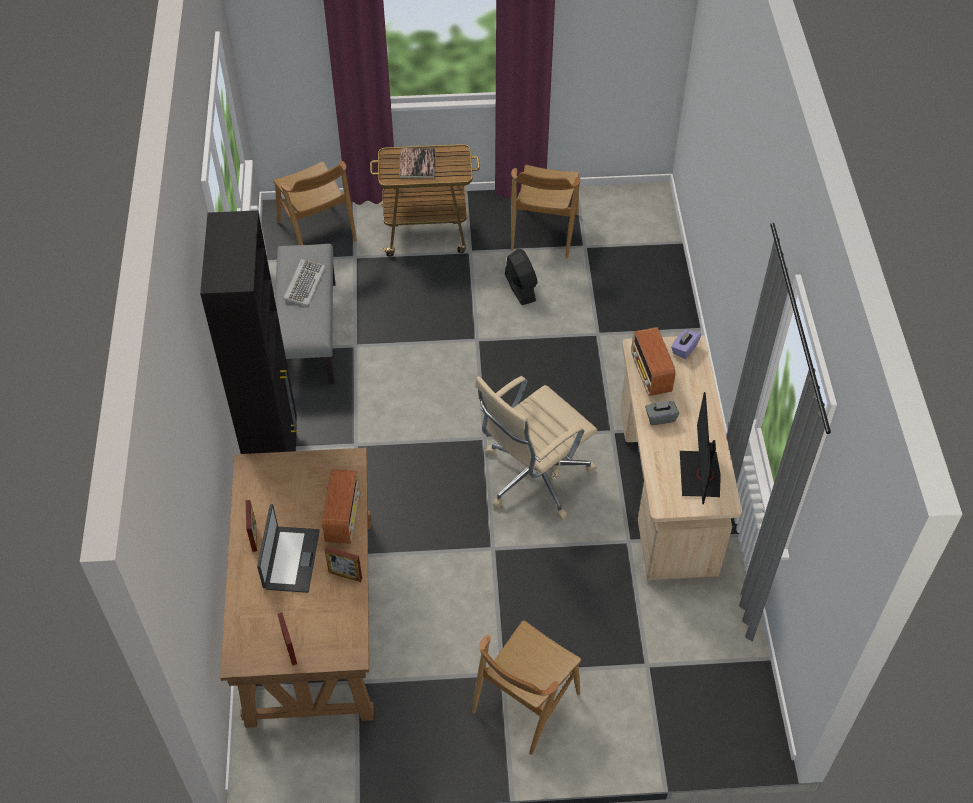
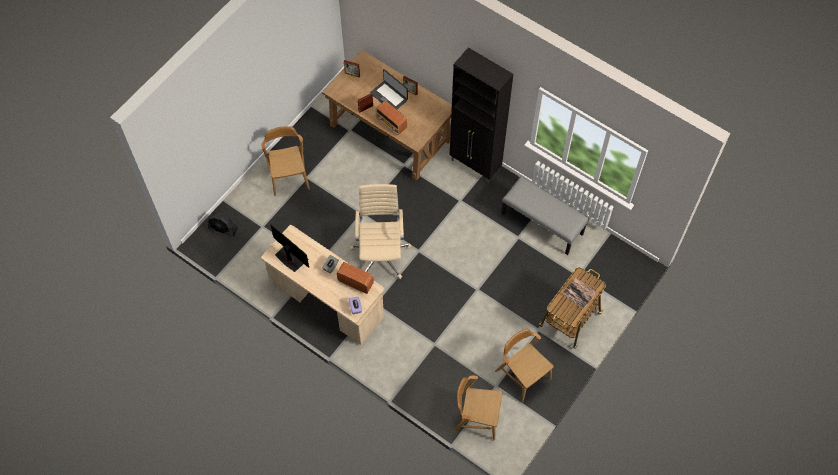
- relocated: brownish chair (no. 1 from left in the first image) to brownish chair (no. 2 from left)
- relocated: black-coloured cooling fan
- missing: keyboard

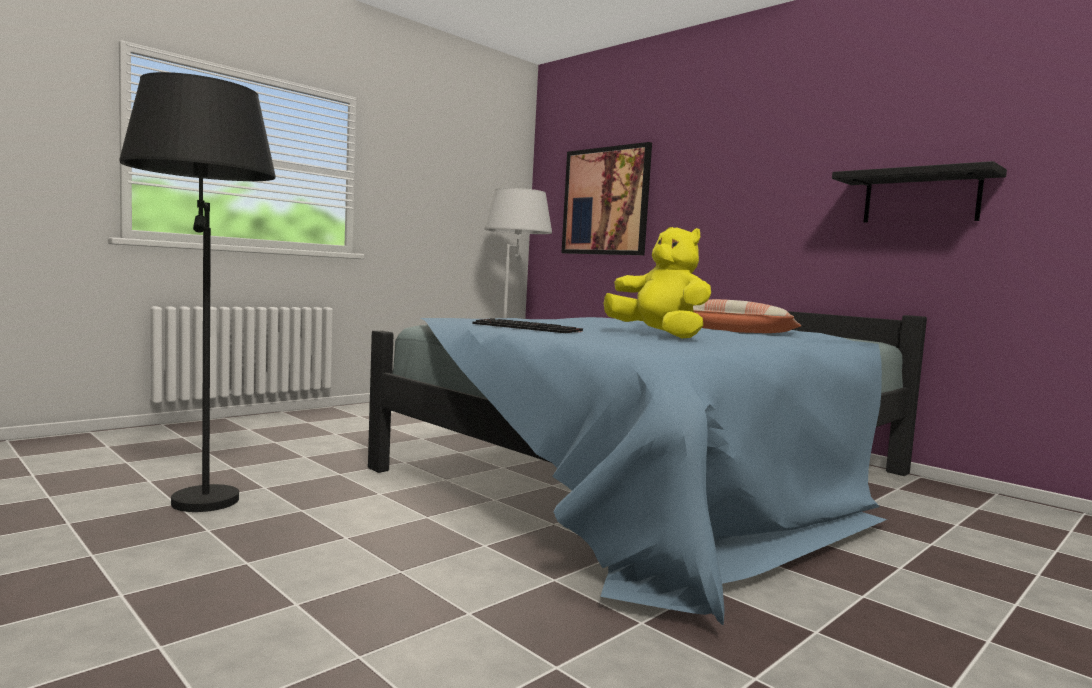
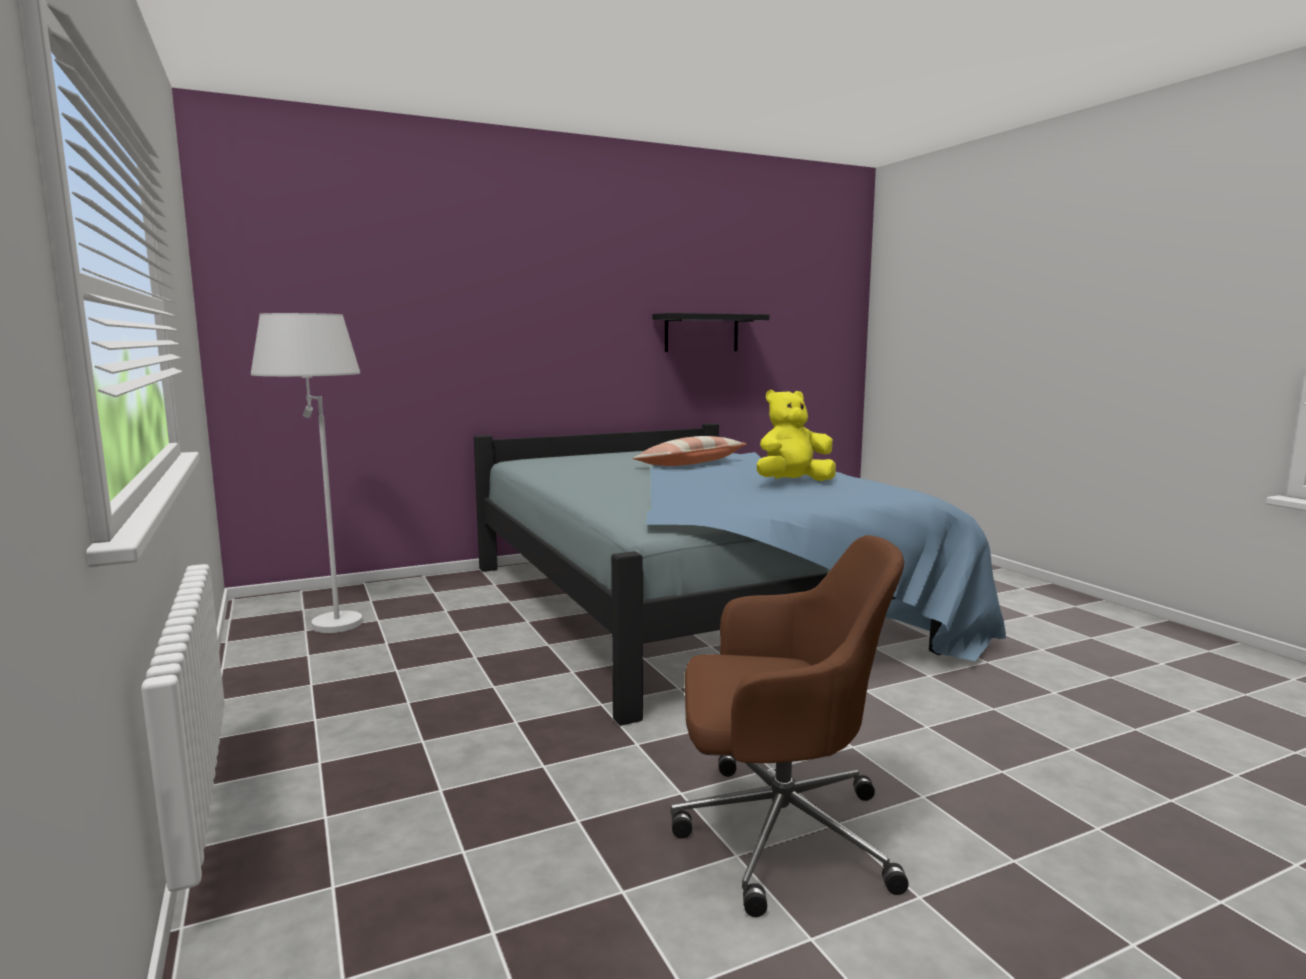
- exchanged: black-coloured standing lamp to brownish office chair
- missing: picture
- missing: keyboard

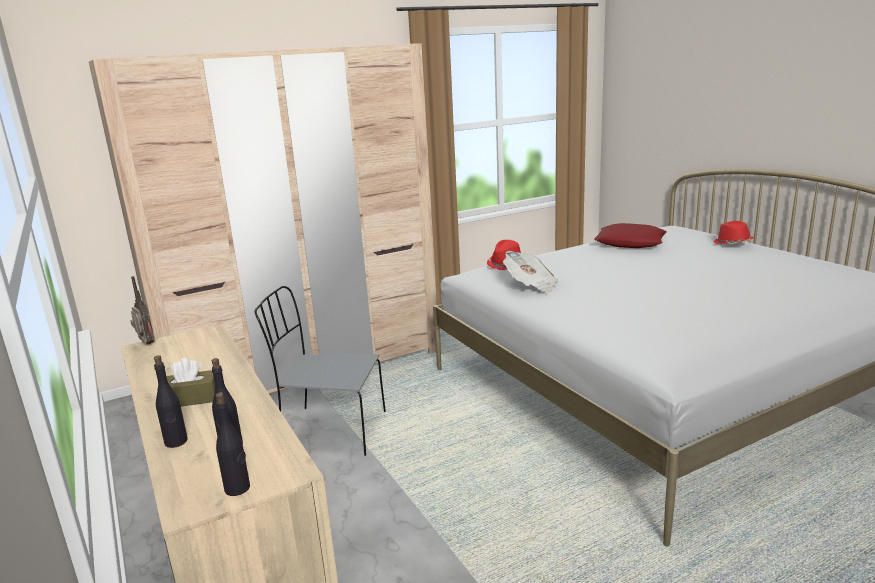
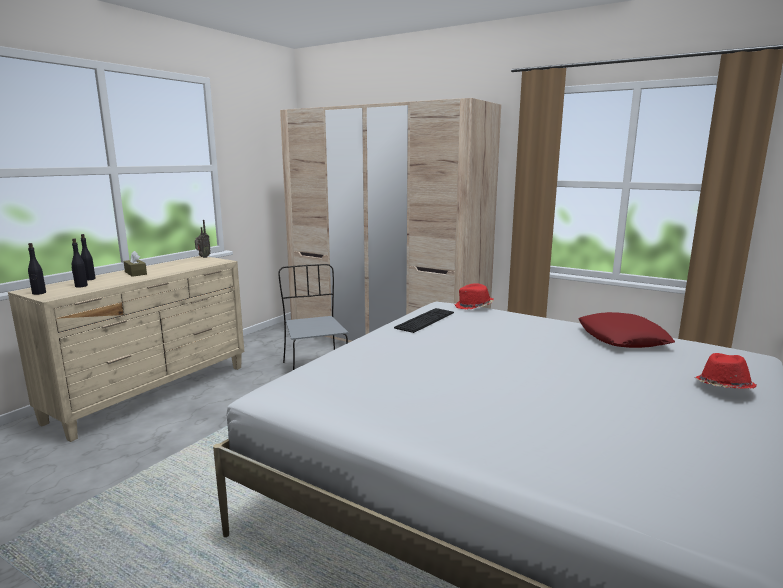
- exchanged: newspaper to keyboard

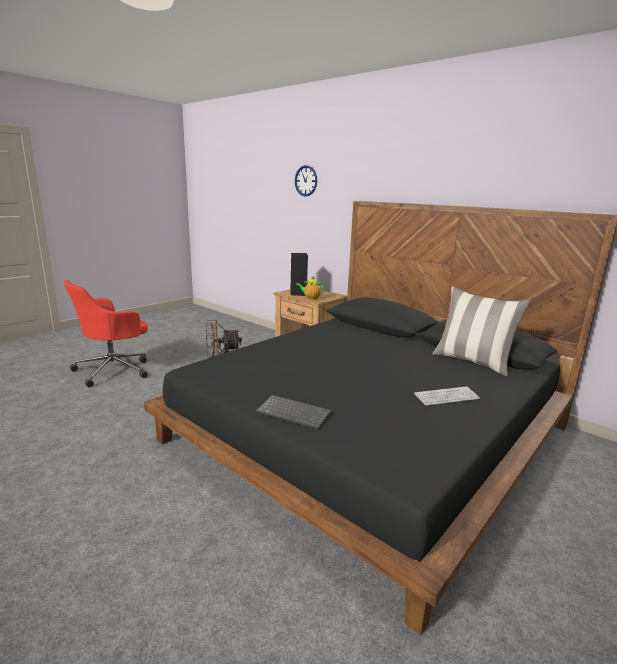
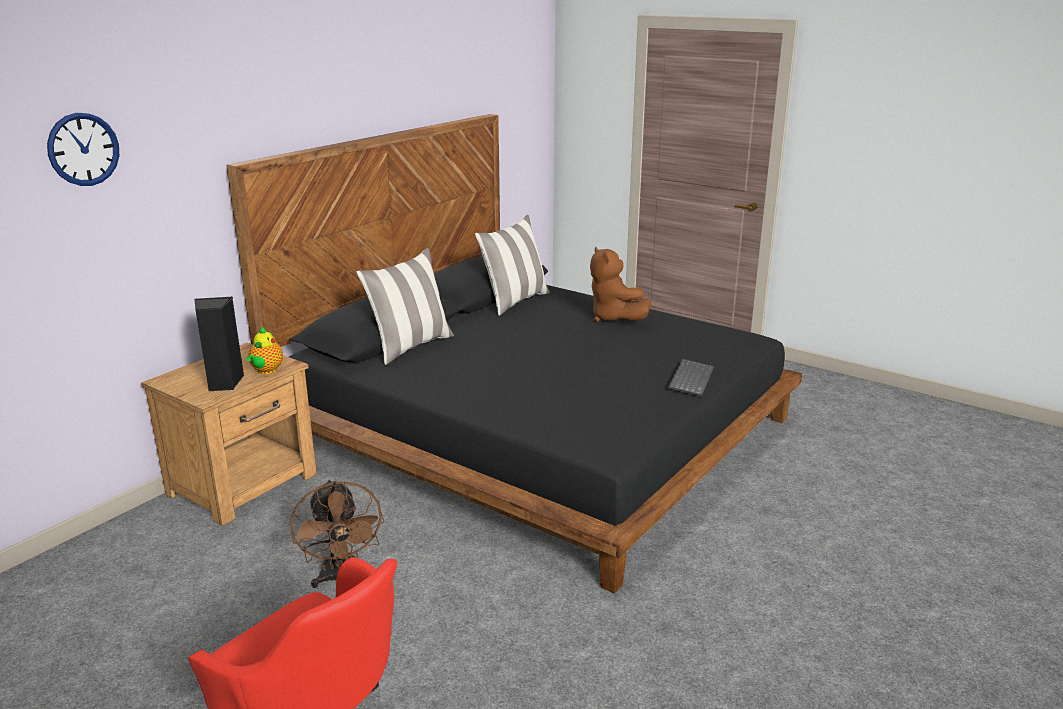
- exchanged: keyboard (no. 2 from left) to brownish soft toy
- appeared: cushion (no. 1 from left)

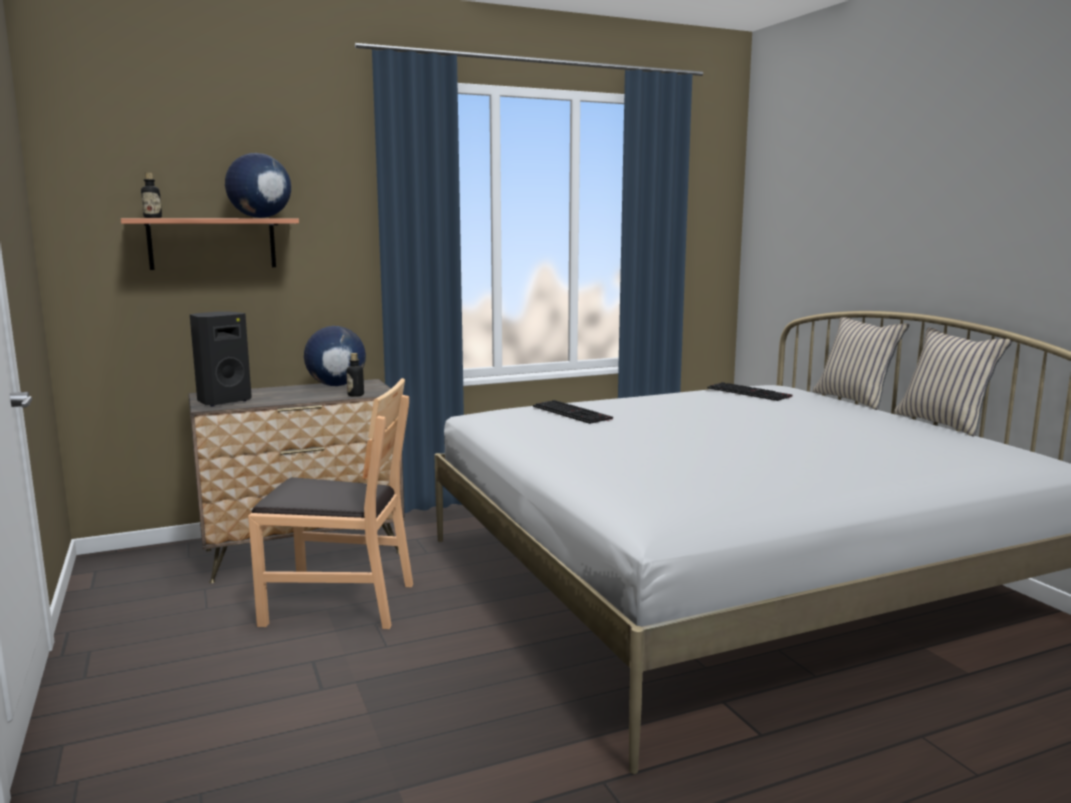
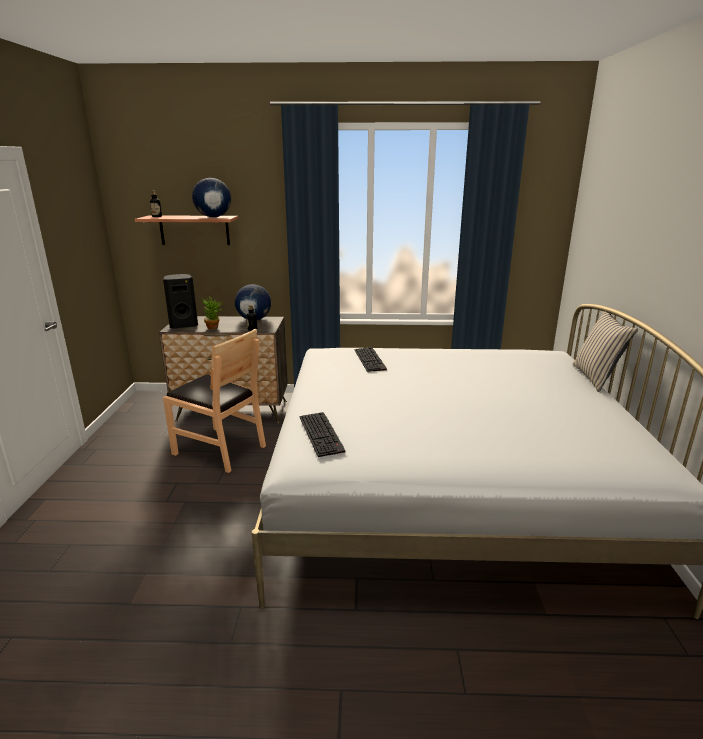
- missing: beige-coloured cushion (no. 2 from left)
- relocated: keyboard (no. 2 from left in the first image) to keyboard (no. 1 from left)
- appeared: plant in a pot

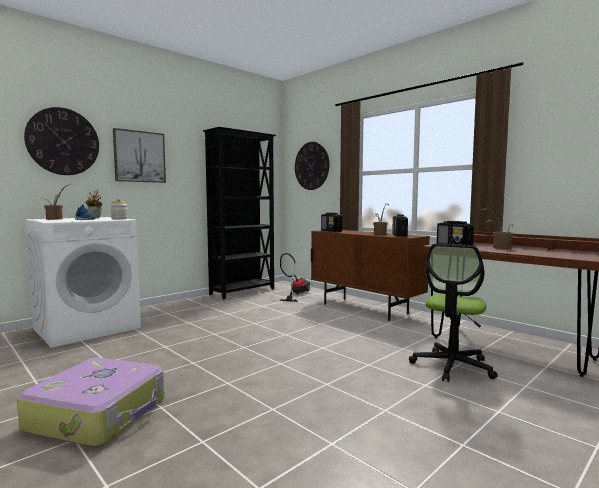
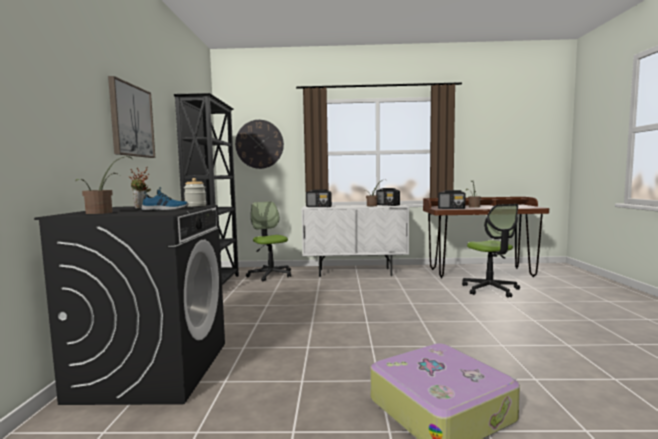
- missing: hanging clock (no. 1 from left)
- colour: whitish laundry appliance to black-coloured laundry appliance
- colour: brownish cabinet to whitish cabinet
- exchanged: hoover to office chair (no. 1 from left)

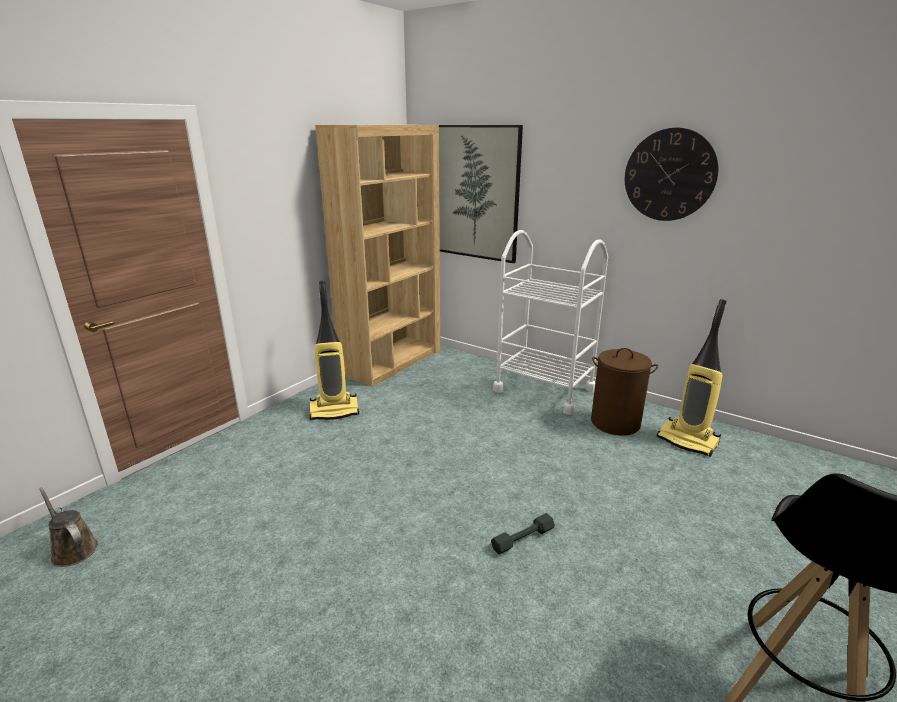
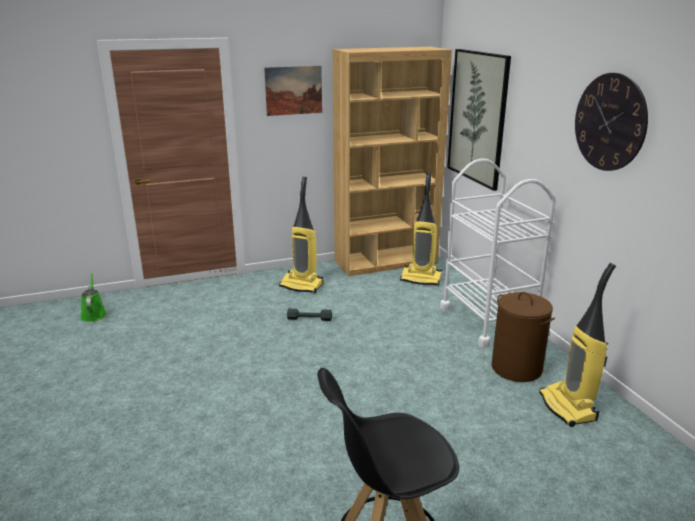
- colour: brownish watering can to green watering can
- relocated: grey free weight
- appeared: picture (no. 1 from left)
- appeared: hoover (no. 2 from left)

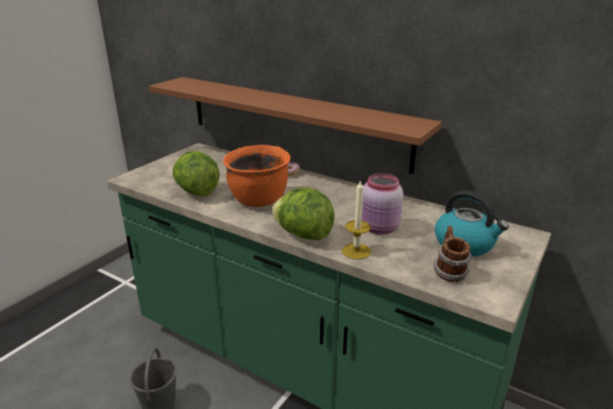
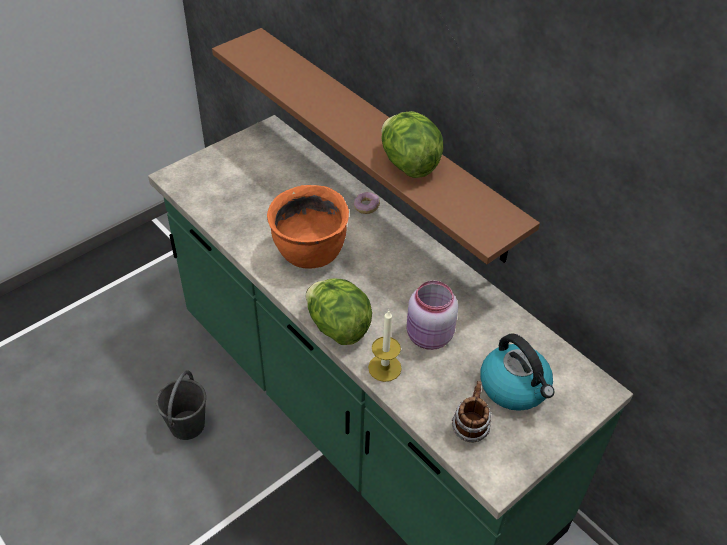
- relocated: head of lettuce (no. 1 from left in the first image) to head of lettuce (no. 2 from left)

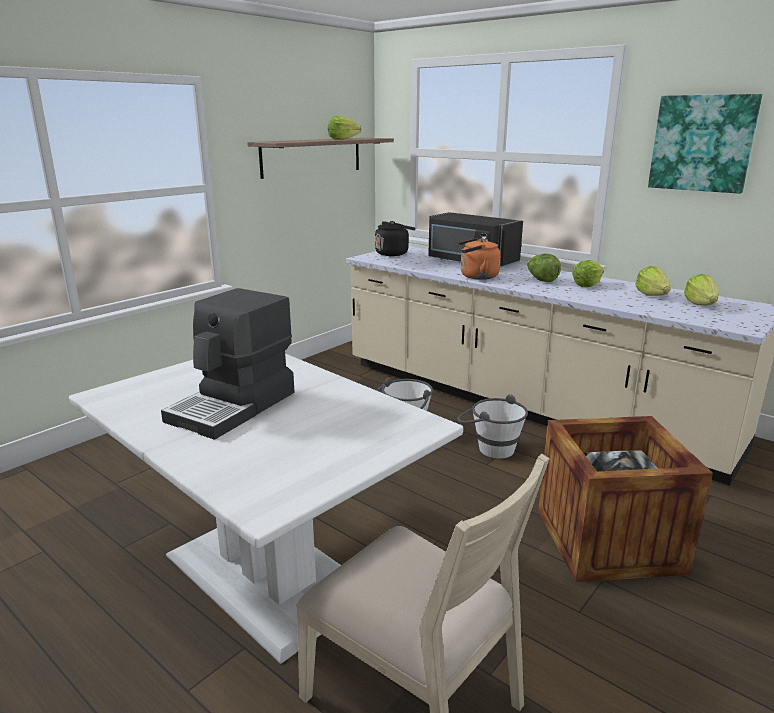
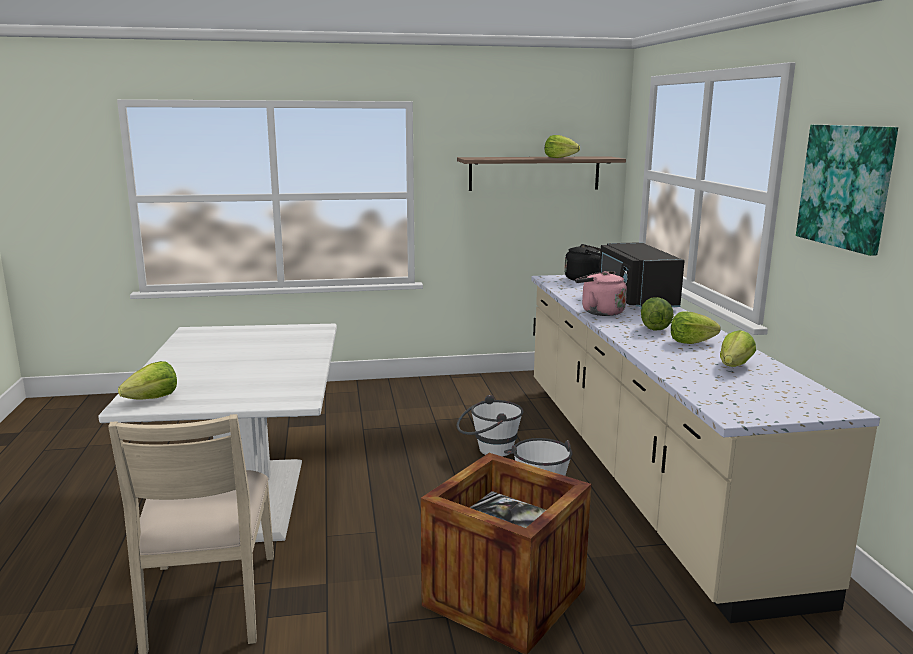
- colour: orange-coloured tea kettle to pink tea kettle
- relocated: head of lettuce (no. 5 from left in the first image) to head of lettuce (no. 1 from left)
- missing: coffee machine

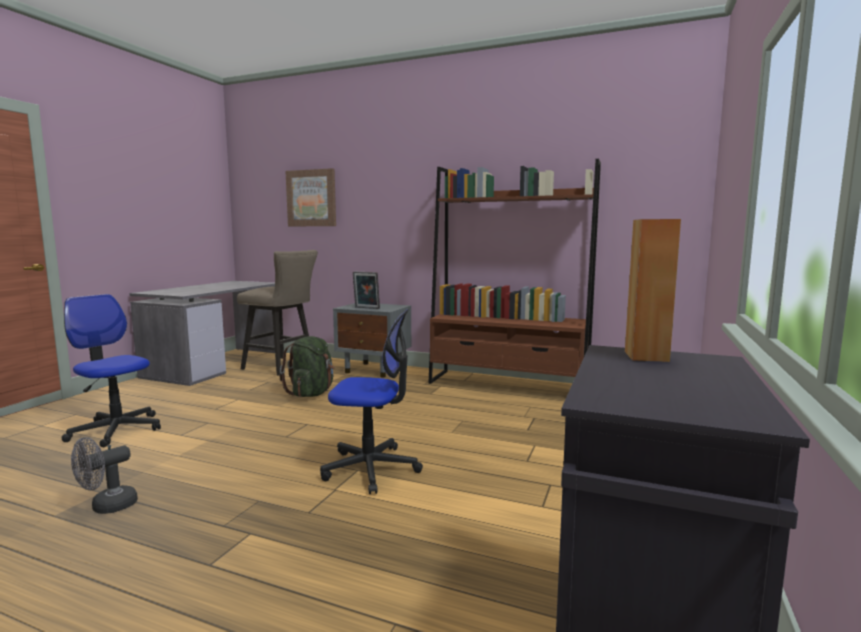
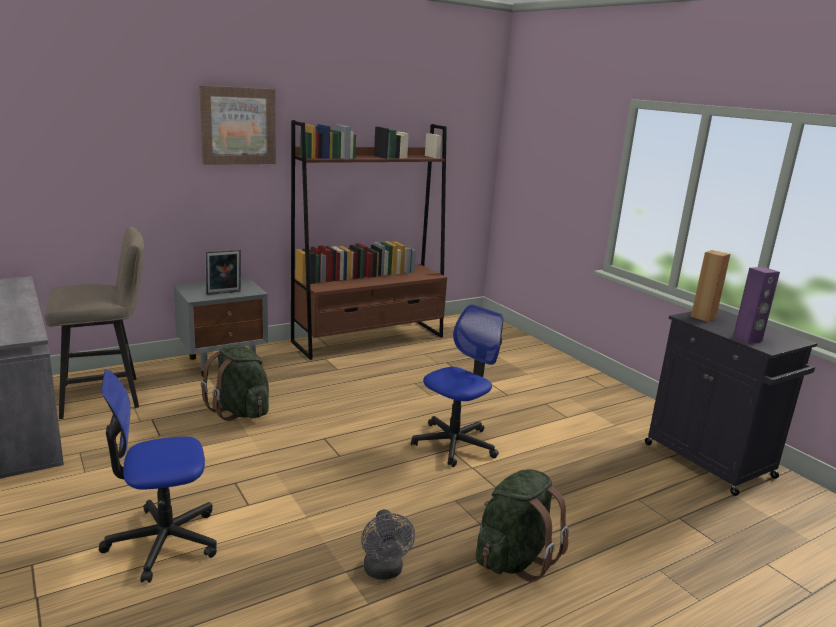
- relocated: picture
- appeared: purplish speaker
- appeared: green rucksack (no. 2 from left)

